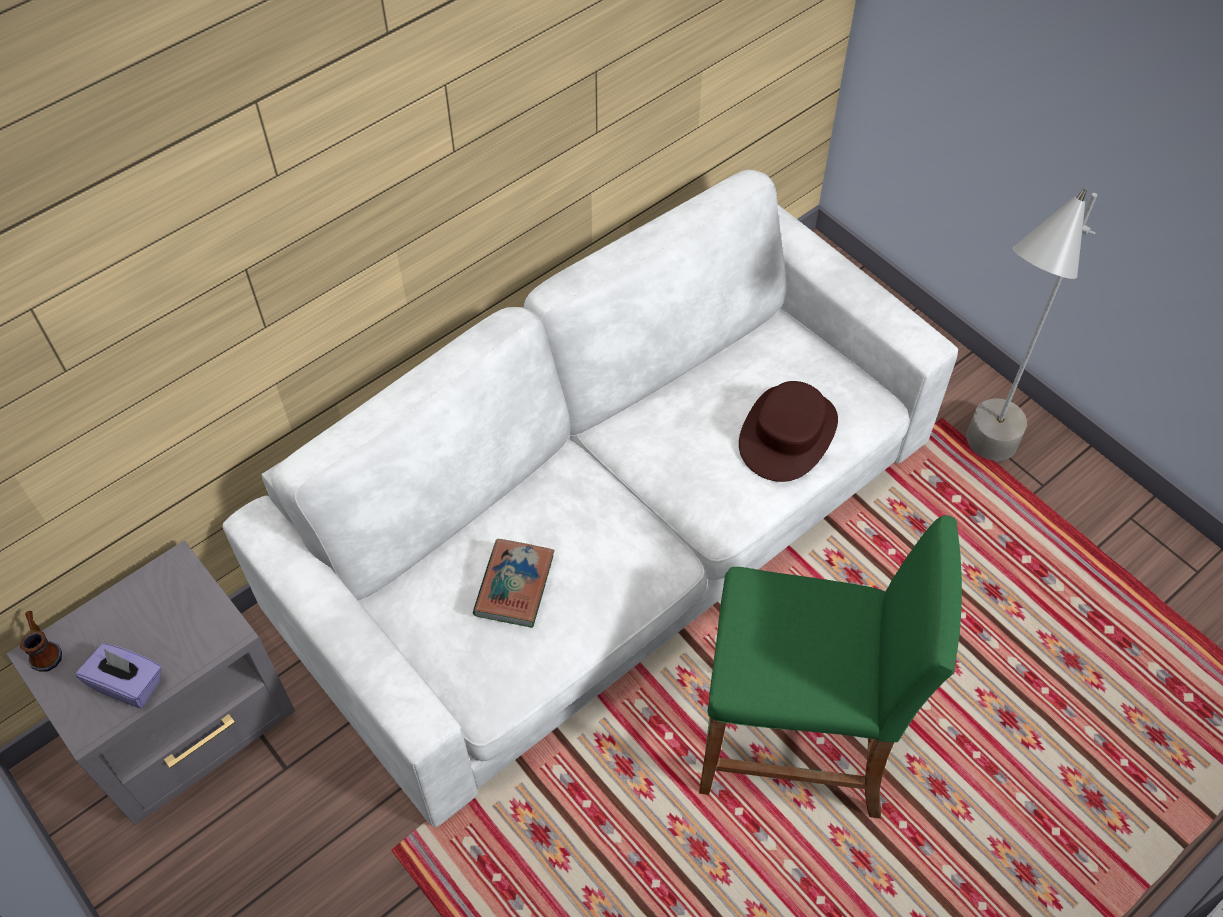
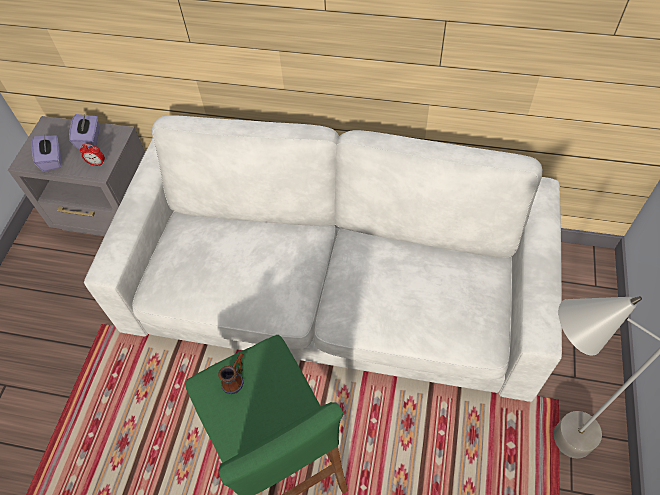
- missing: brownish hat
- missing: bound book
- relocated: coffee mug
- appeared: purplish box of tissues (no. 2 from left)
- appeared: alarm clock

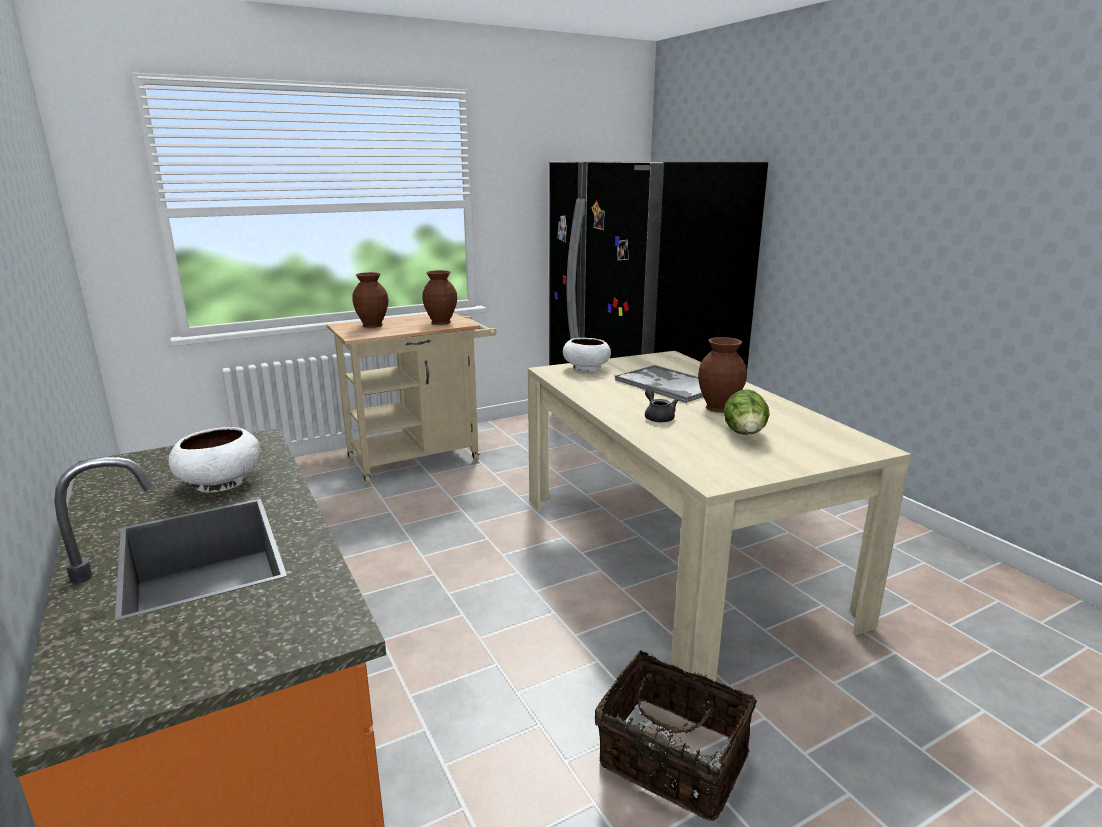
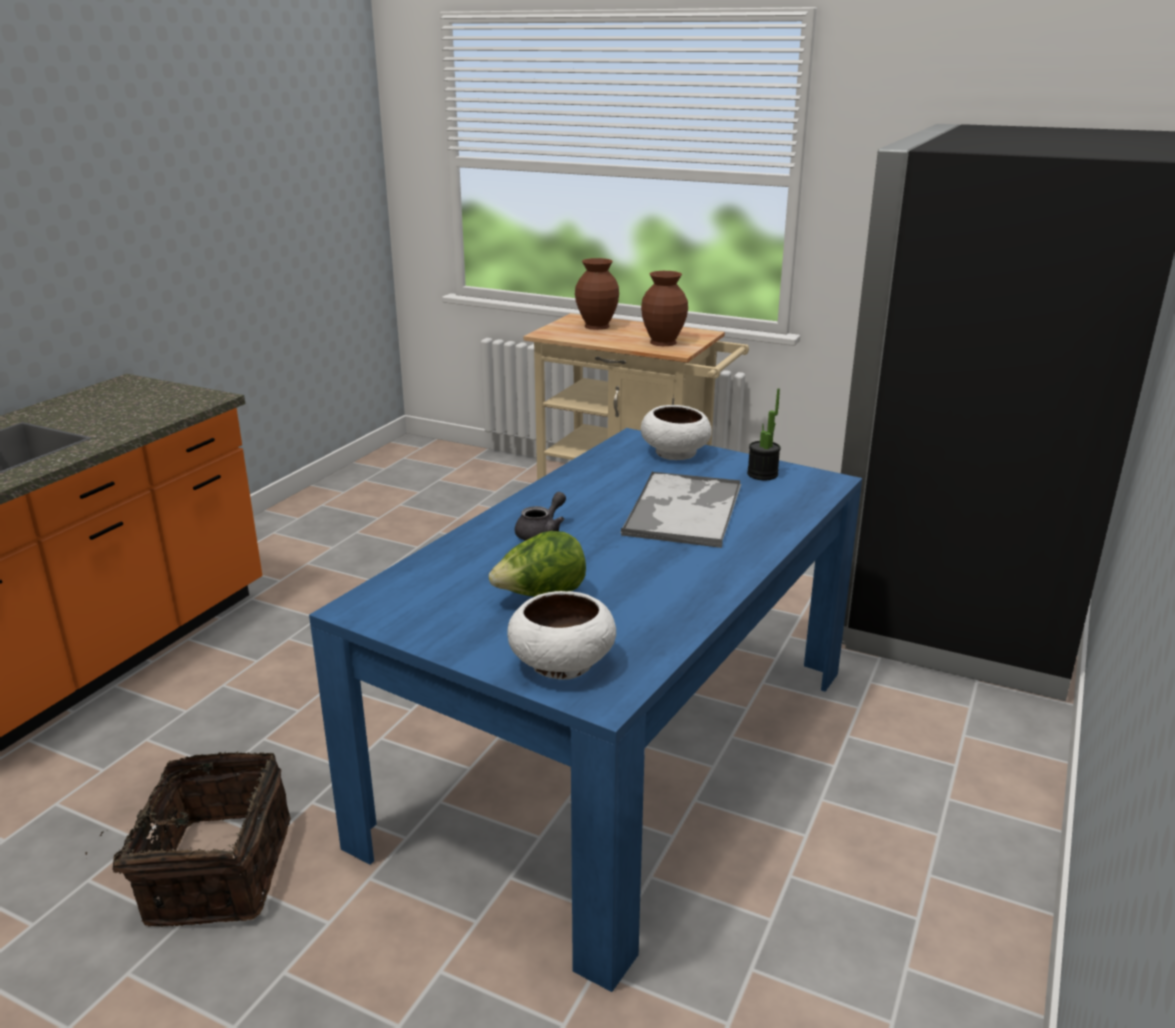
- missing: brownish flower vase (no. 3 from left)
- colour: beige-coloured dinner table to blue-coloured dinner table
- relocated: whitish bowl (no. 1 from left)
- appeared: plant in a pot

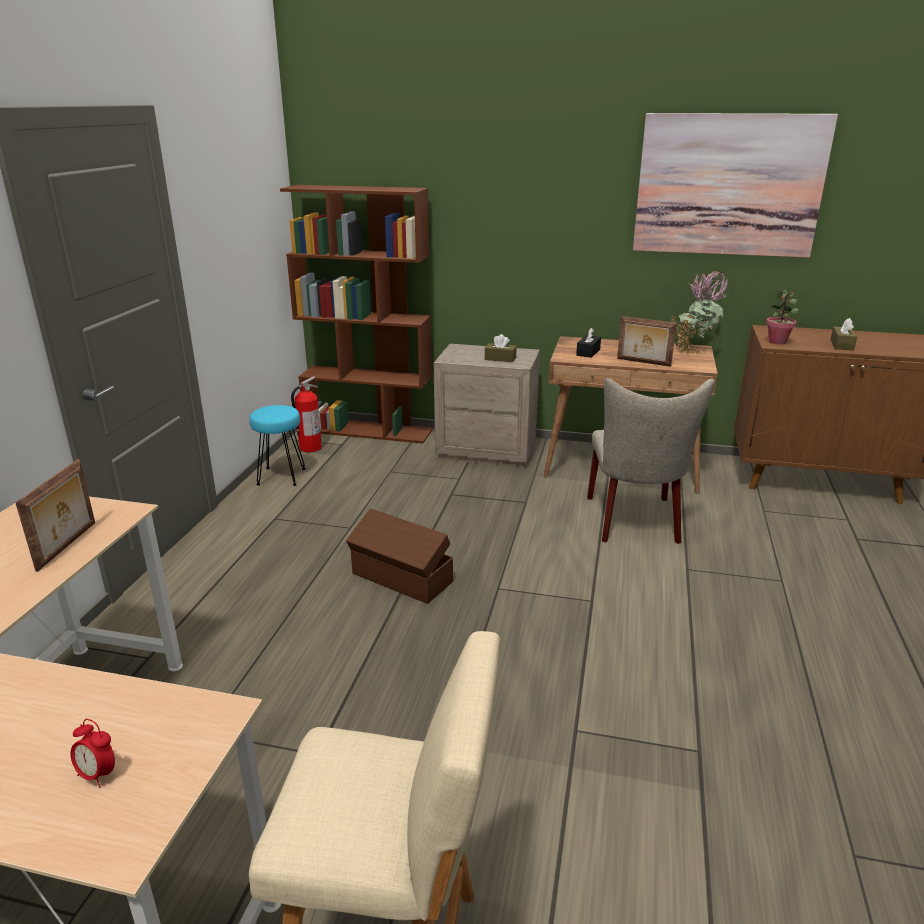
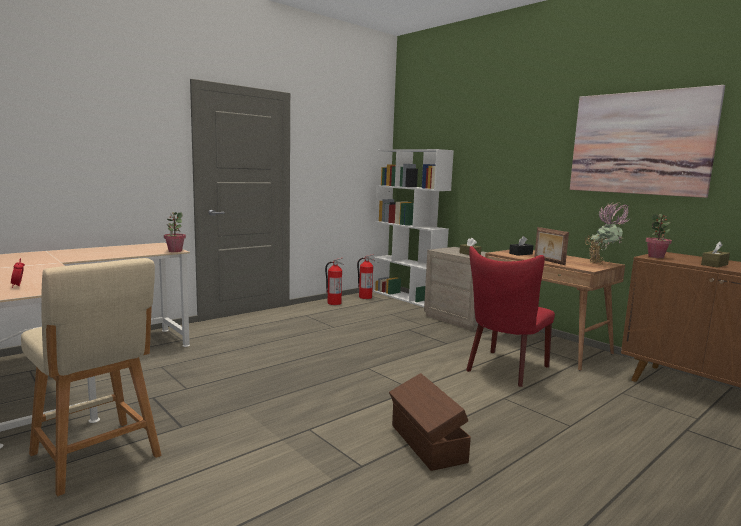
- colour: brownish bookshelf to whitish bookshelf
- colour: beige-coloured chair to reddish chair
- exchanged: turquoise-coloured stool seat to fire extinguisher (no. 1 from left)
- missing: standing frame (no. 1 from left)
- relocated: brownish storage bin
- appeared: plant in a pot (no. 1 from left)

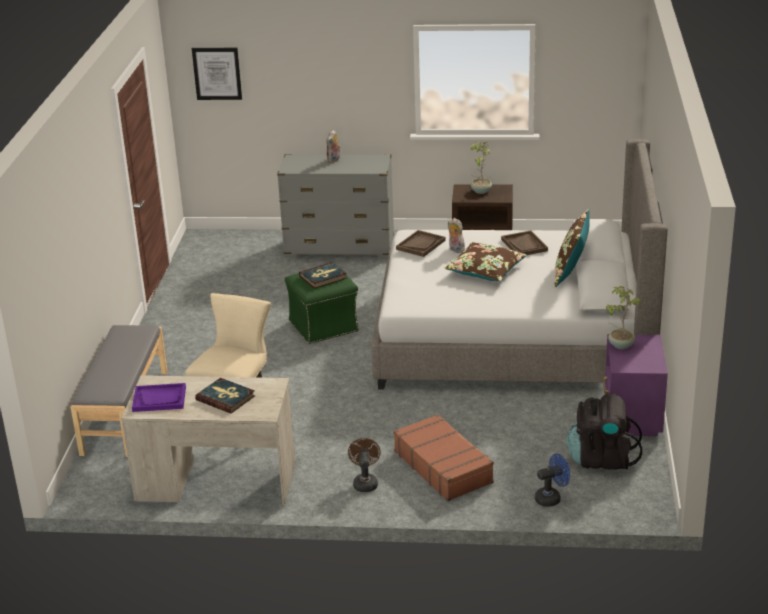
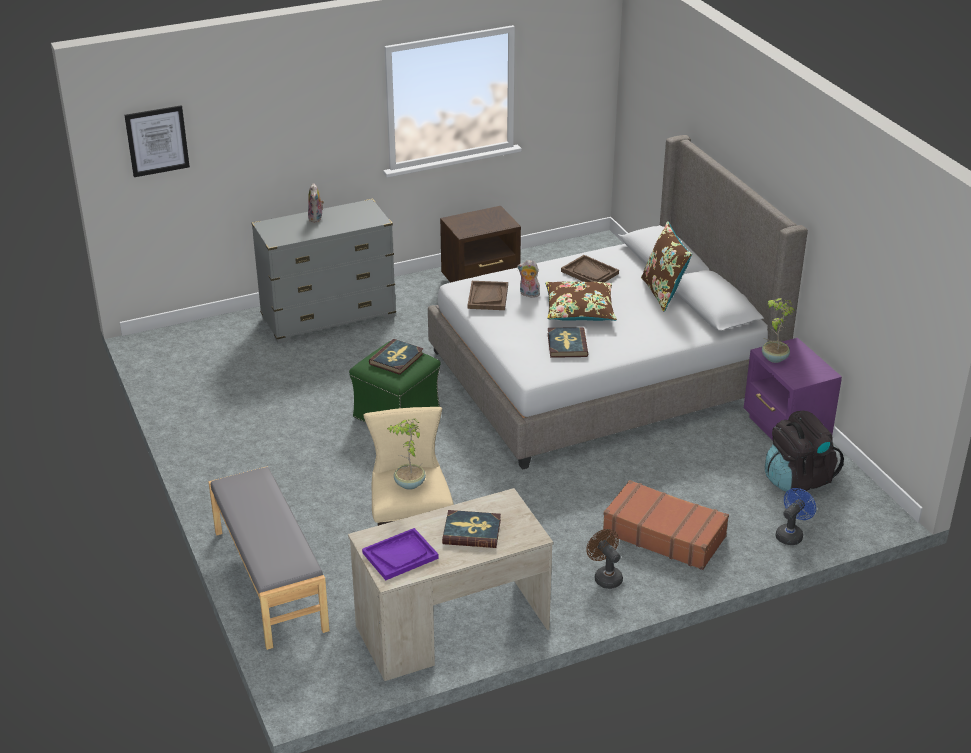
- relocated: plant in a pot (no. 1 from left)
- appeared: bound book (no. 3 from left)

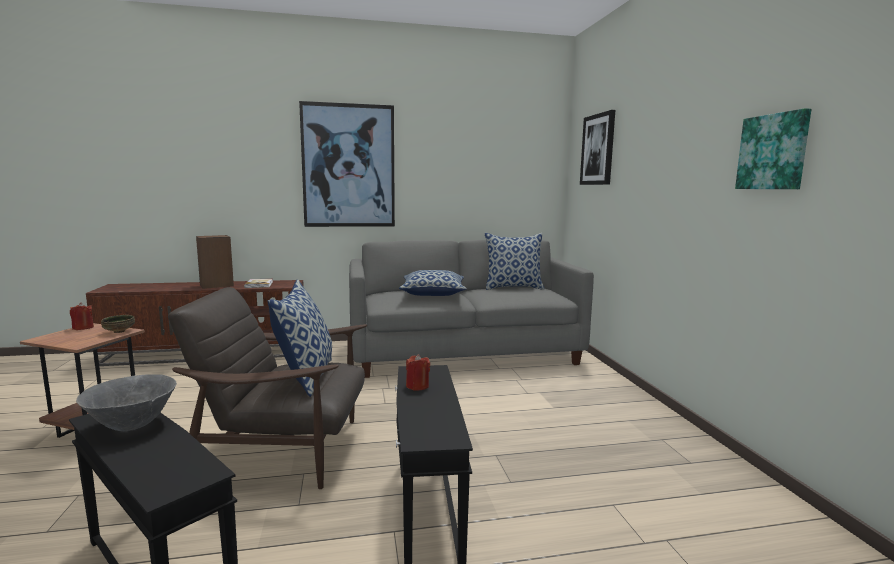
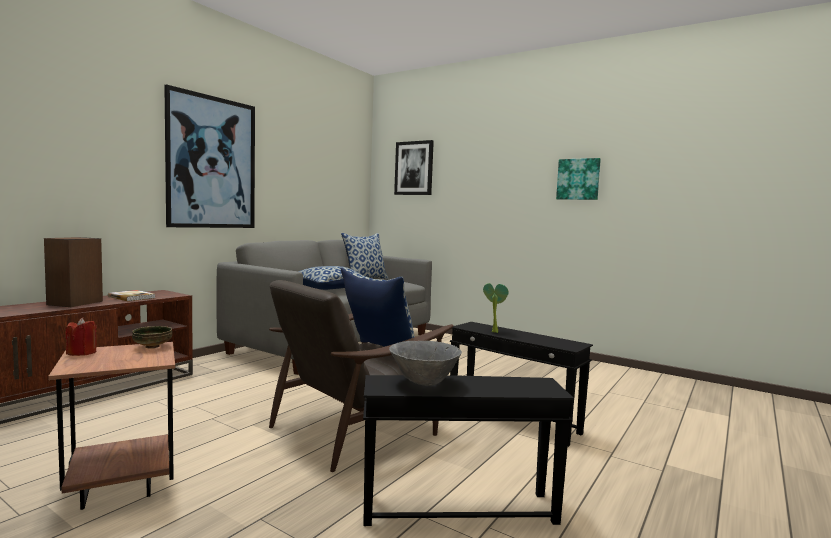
- exchanged: reddish wax light (no. 2 from left) to plant in a pot

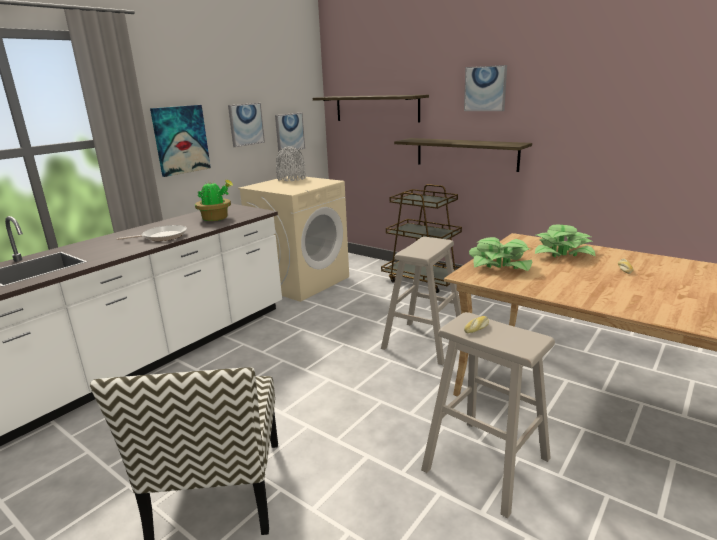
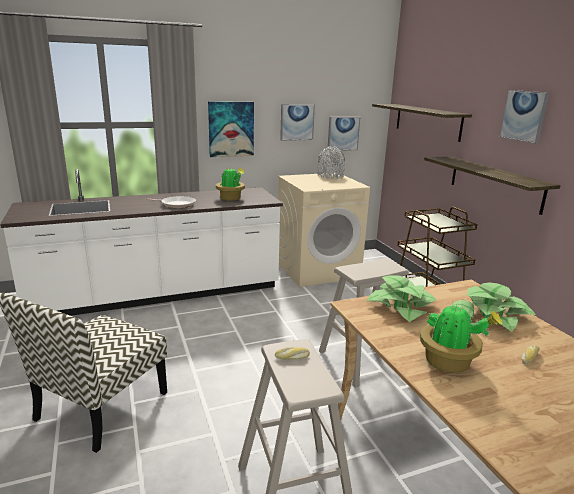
- appeared: plant in a pot (no. 3 from left)

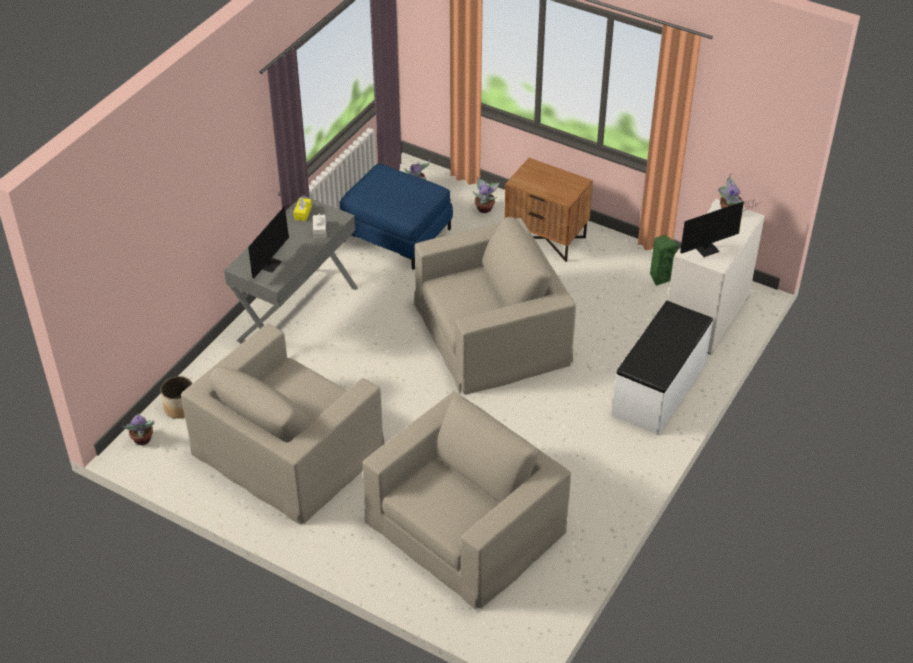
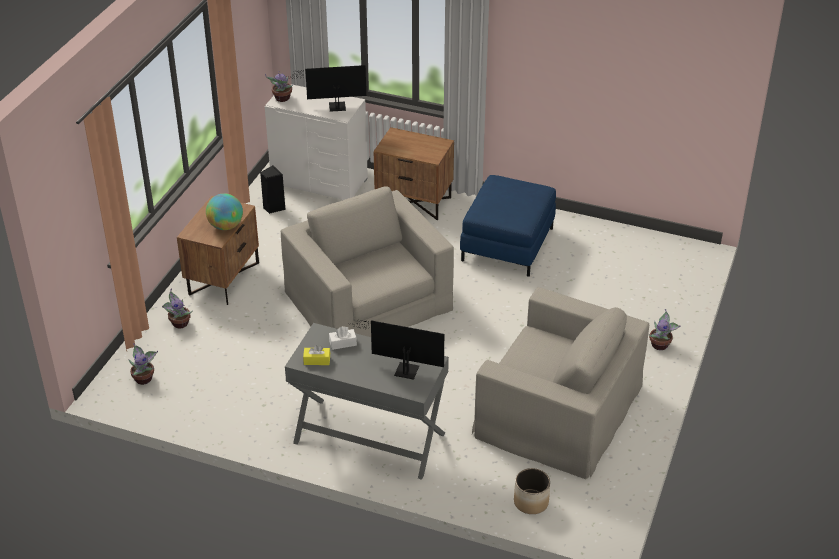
- relocated: blue-coloured ottoman
- spun: monitor (no. 2 from left in the first image) 60 degrees counterclockwise
- colour: green speaker to black-coloured speaker
- exchanged: whitish indoor bench to brownish nightstand (no. 2 from left)
- missing: beige-coloured easy chair (no. 2 from left)
- relocated: plant in a pot (no. 1 from left in the first image) to plant in a pot (no. 4 from left)
- appeared: desk globe

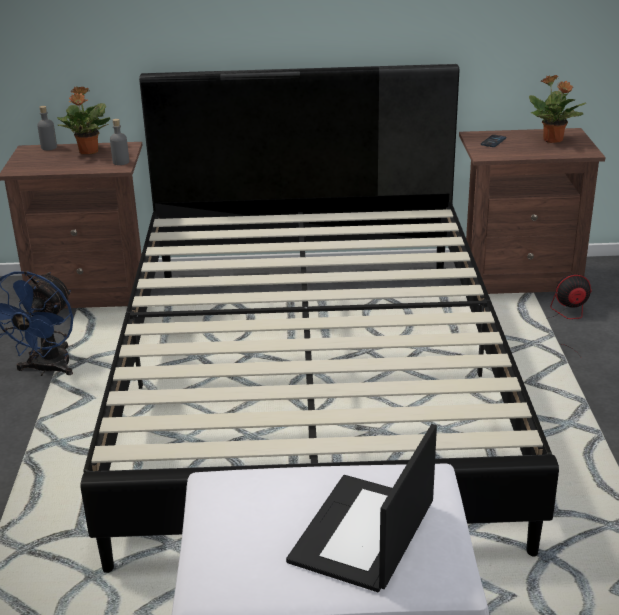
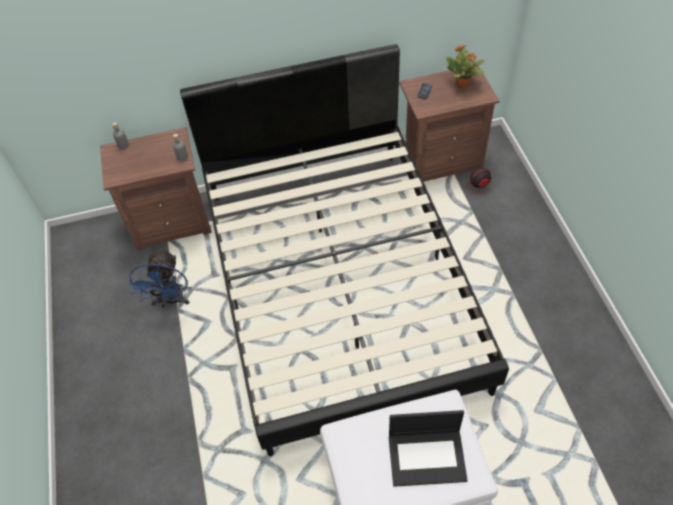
- missing: plant in a pot (no. 1 from left)
- spun: notebook computer 105 degrees counterclockwise

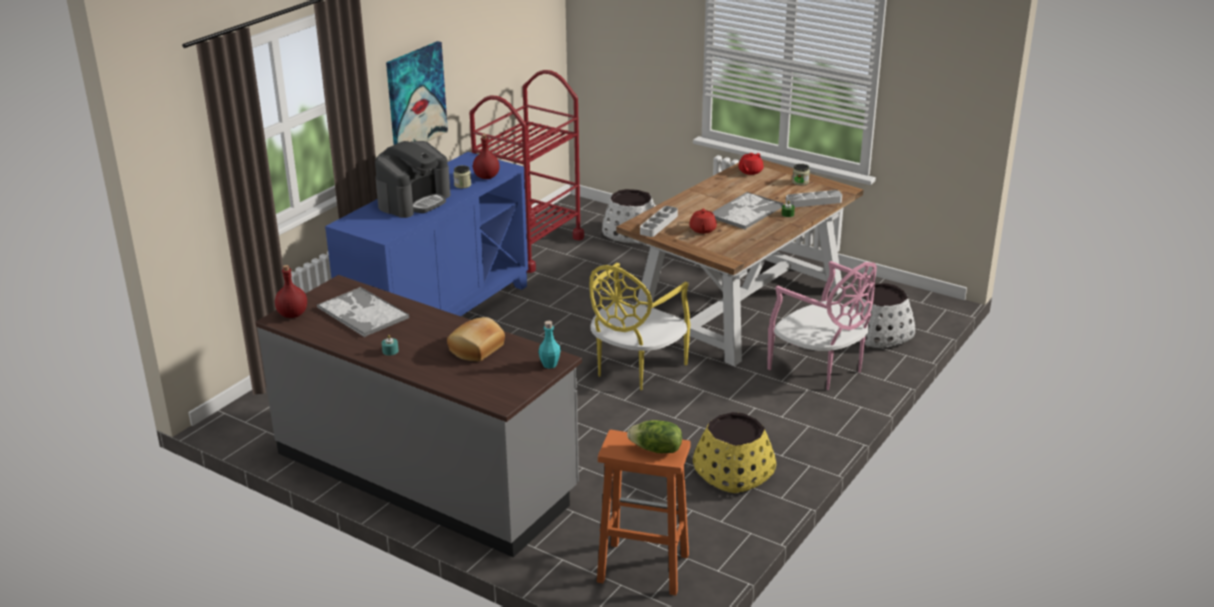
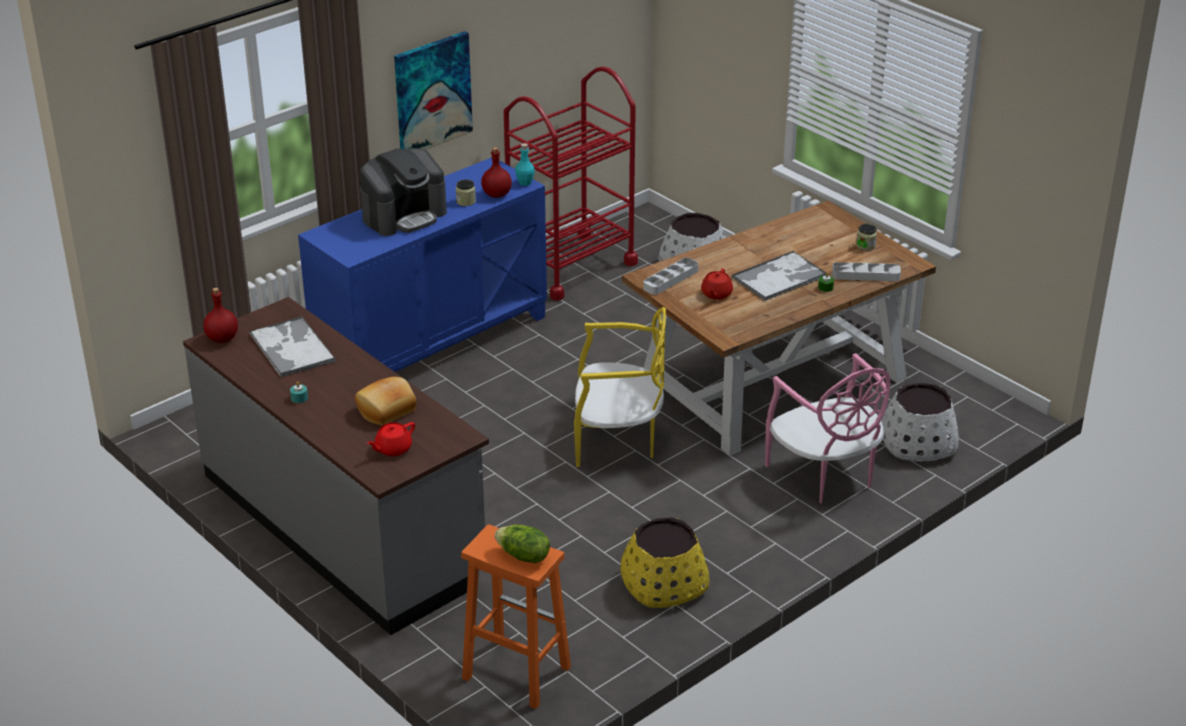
- relocated: reddish pot for tea (no. 2 from left in the first image) to reddish pot for tea (no. 1 from left)
- spun: yellow chair 135 degrees counterclockwise
- relocated: turquoise-coloured beverage bottle

